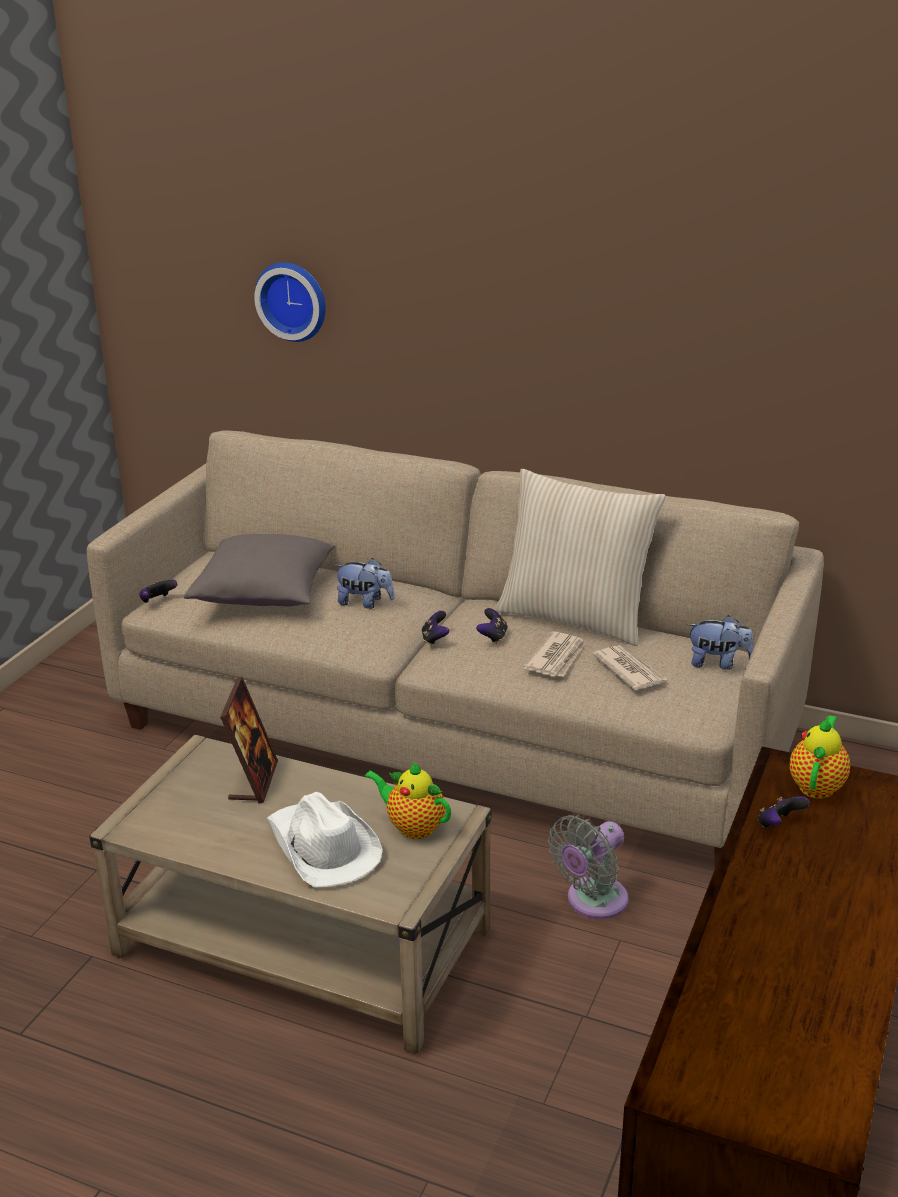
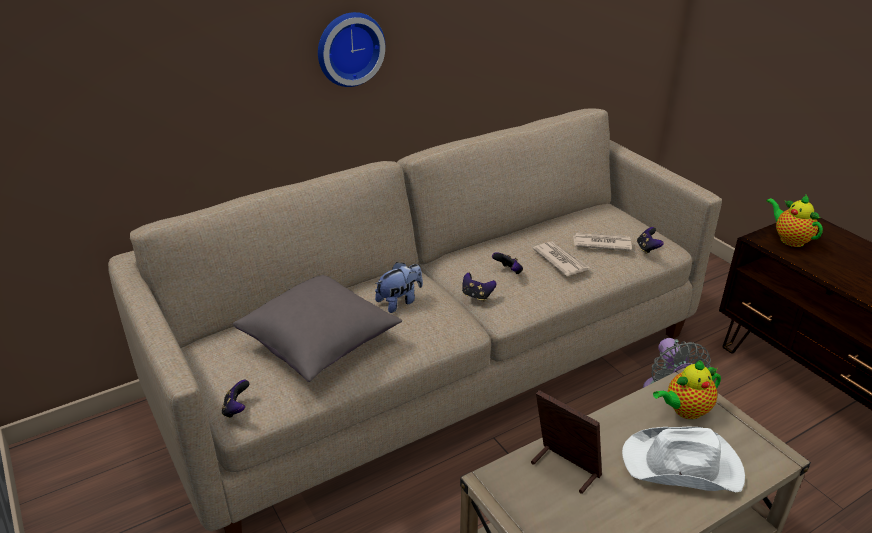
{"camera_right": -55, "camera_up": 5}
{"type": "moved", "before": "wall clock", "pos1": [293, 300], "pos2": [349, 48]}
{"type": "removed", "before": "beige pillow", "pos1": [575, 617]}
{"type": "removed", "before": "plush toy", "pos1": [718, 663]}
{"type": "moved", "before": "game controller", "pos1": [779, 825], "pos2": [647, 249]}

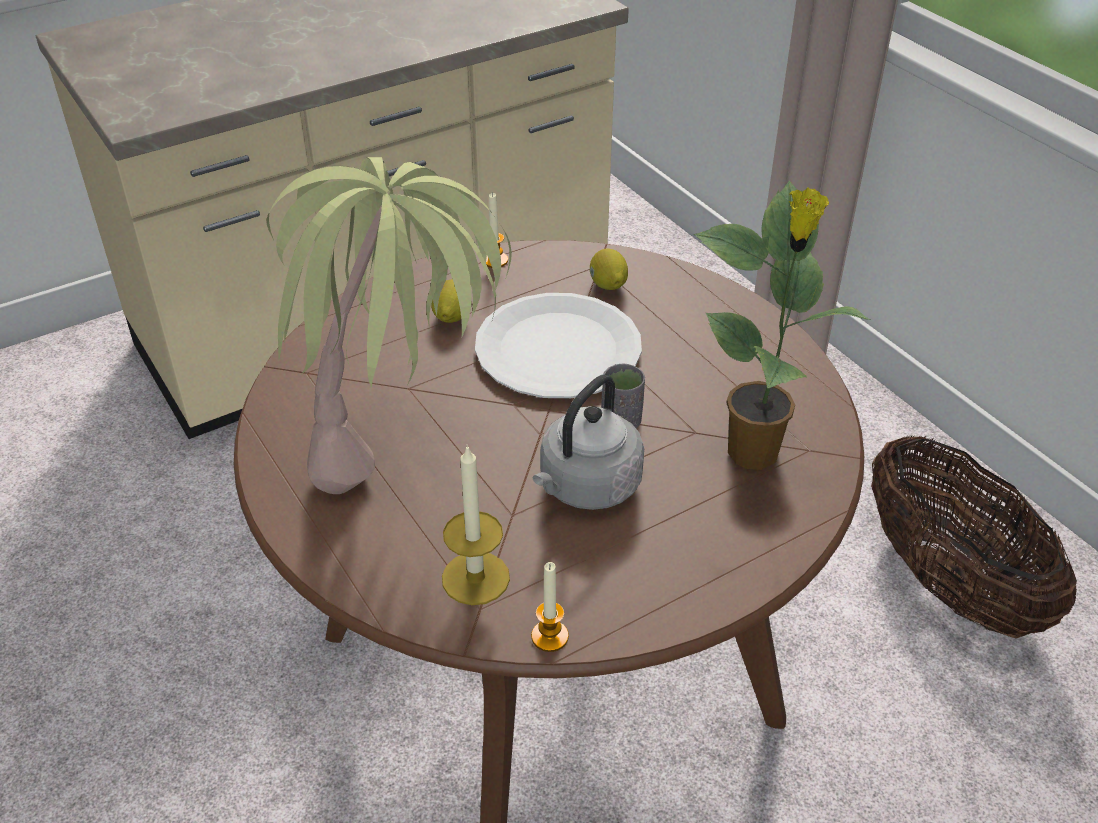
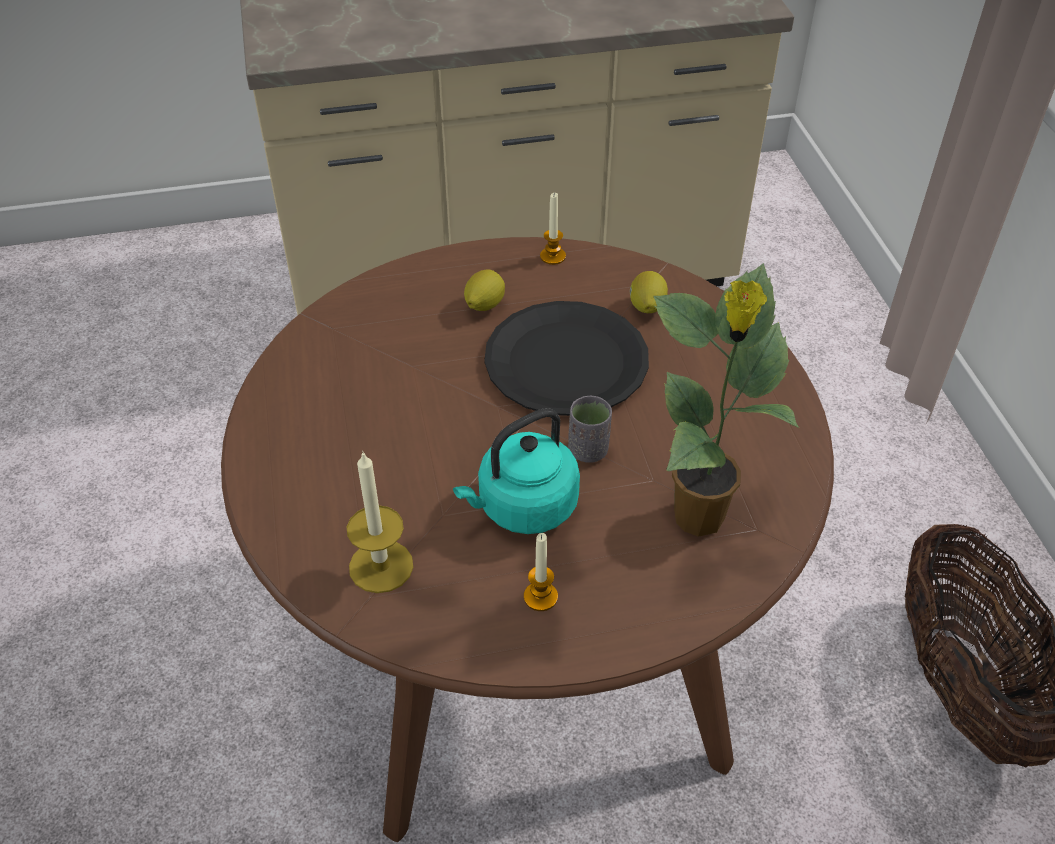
{"camera_right": 20, "camera_up": 5}
{"type": "removed", "before": "potted plant", "pos1": [403, 446]}
{"type": "recoloured", "before": "white plate", "after": "black plate", "pos1": [558, 350], "pos2": [566, 362]}
{"type": "recoloured", "before": "grey kettle", "after": "turquoise kettle", "pos1": [586, 487], "pos2": [523, 507]}
{"type": "moved", "before": "candle", "pos1": [549, 636], "pos2": [540, 597]}

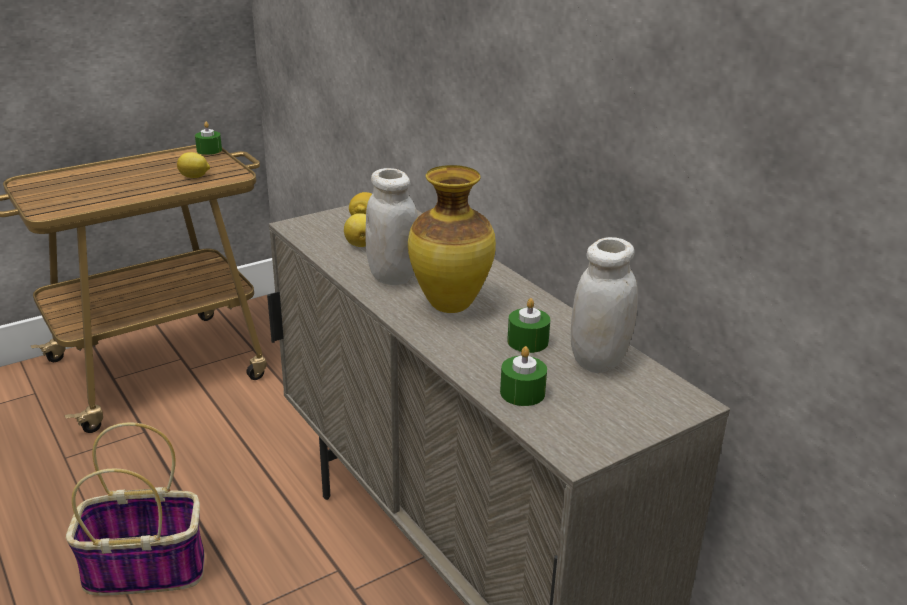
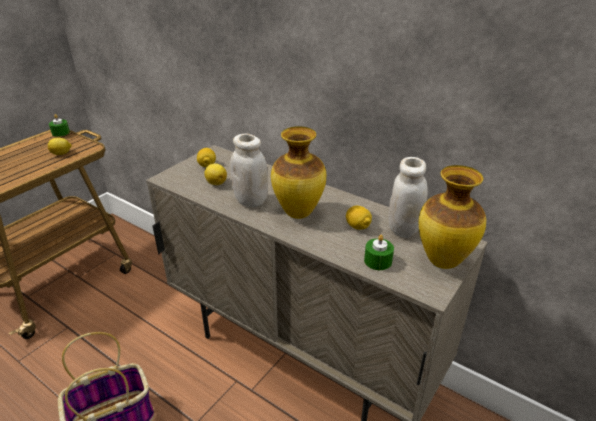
{"camera_right": -20, "camera_up": 5}
{"type": "replaced", "before": "green candle", "after": "lemon", "pos1": [527, 341], "pos2": [358, 226]}
{"type": "added", "after": "vase", "pos2": [442, 261]}

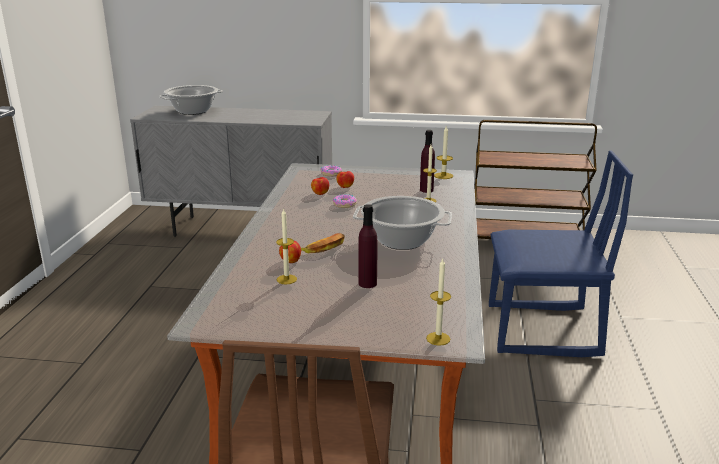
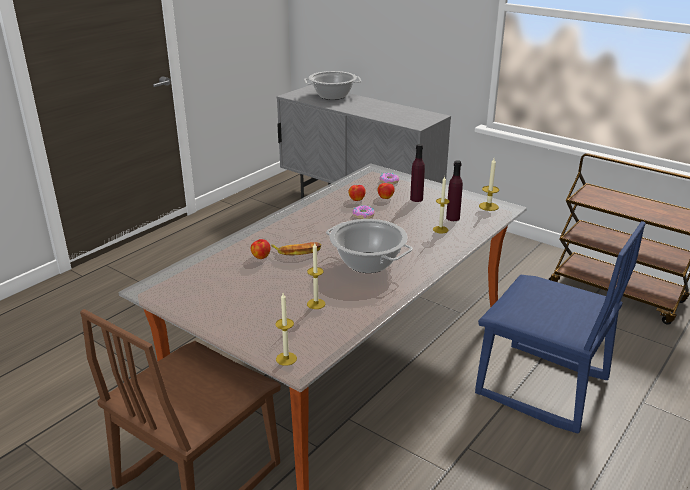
{"camera_right": 30, "camera_up": 5}
{"type": "moved", "before": "purple bottle", "pos1": [367, 283], "pos2": [416, 199]}
{"type": "moved", "before": "candle", "pos1": [286, 279], "pos2": [316, 304]}

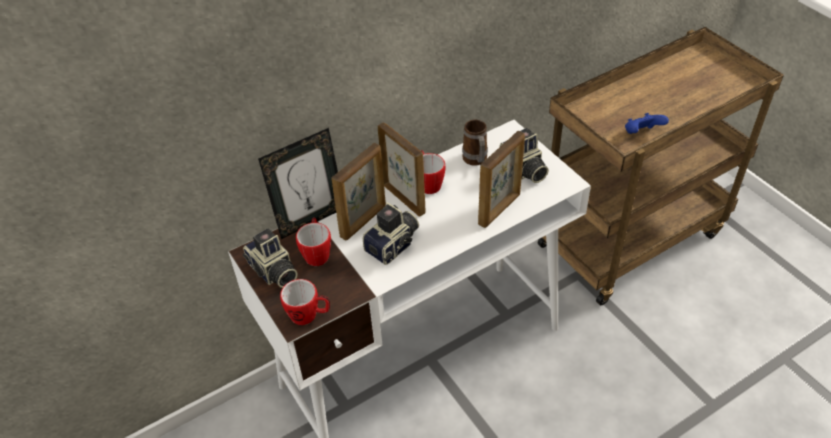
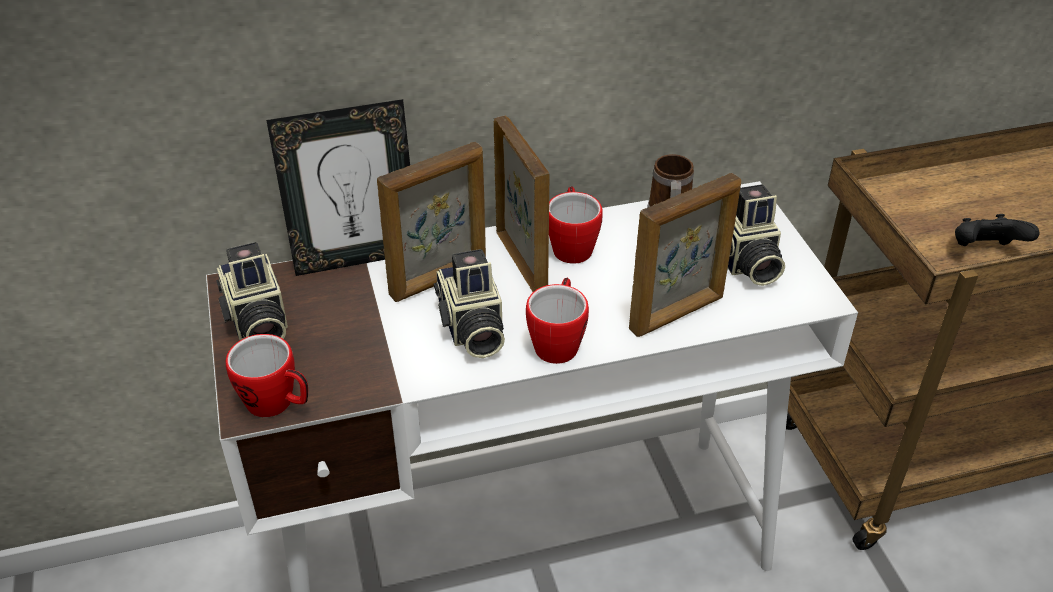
{"camera_right": 15, "camera_up": -5}
{"type": "recoloured", "before": "blue game controller", "after": "black game controller", "pos1": [641, 134], "pos2": [984, 251]}
{"type": "turned", "before": "photo camera", "pos1": [394, 245], "pos2": [471, 329], "turn": 105}
{"type": "moved", "before": "mug", "pos1": [317, 253], "pos2": [558, 342]}

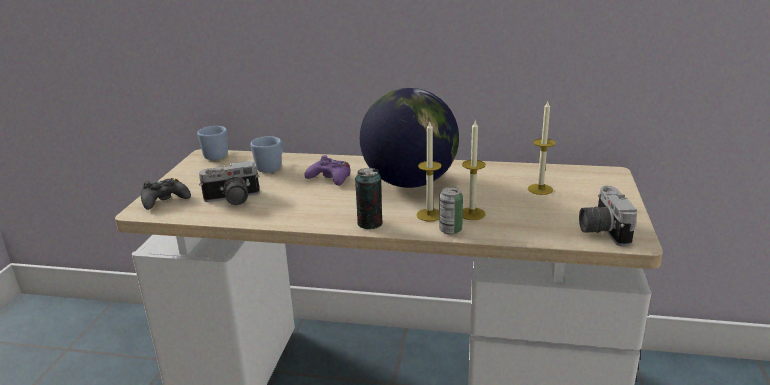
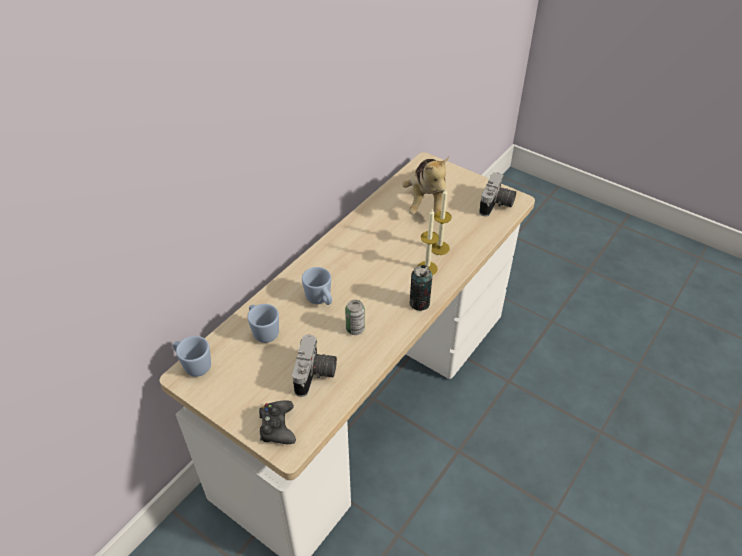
{"camera_right": -65, "camera_up": 20}
{"type": "removed", "before": "globe", "pos1": [409, 183]}
{"type": "replaced", "before": "candle", "after": "plush toy", "pos1": [540, 189], "pos2": [426, 202]}
{"type": "replaced", "before": "purple game controller", "after": "blue mug", "pos1": [330, 178], "pos2": [320, 300]}
{"type": "turned", "before": "photo camera", "pos1": [601, 230], "pos2": [497, 205], "turn": -90}
{"type": "moved", "before": "can", "pos1": [450, 230], "pos2": [355, 329]}

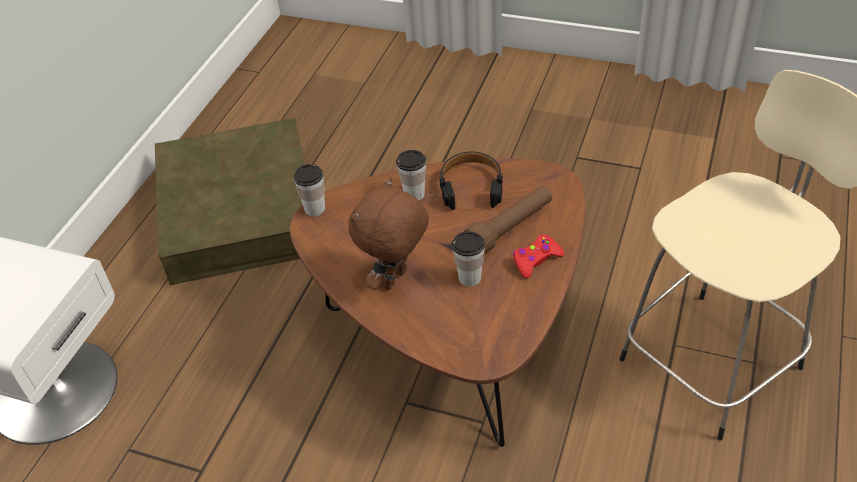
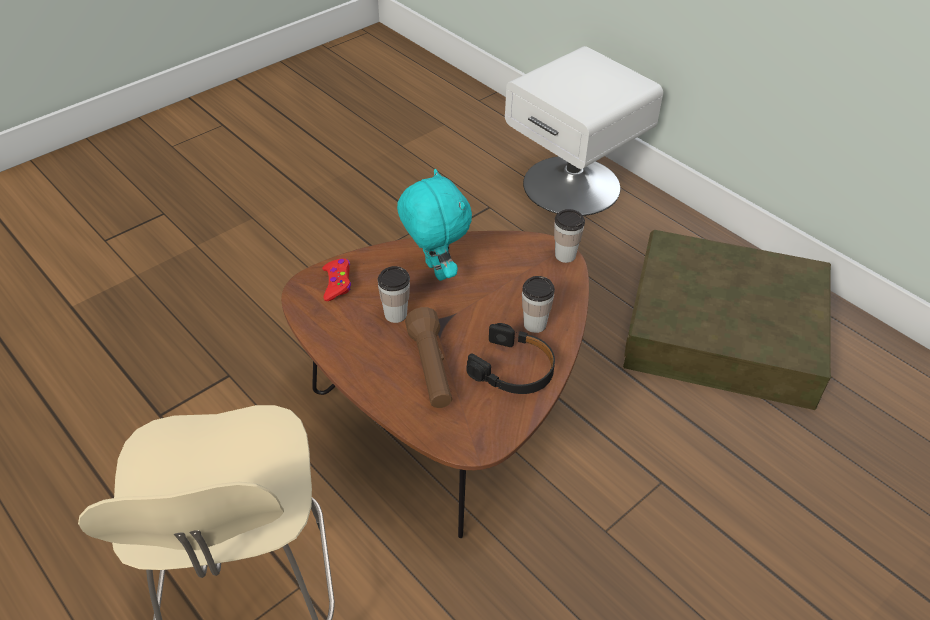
{"camera_right": 115, "camera_up": 0}
{"type": "recoloured", "before": "brown plush toy", "after": "turquoise plush toy", "pos1": [395, 280], "pos2": [434, 271]}
{"type": "moved", "before": "red game controller", "pos1": [536, 260], "pos2": [337, 283]}

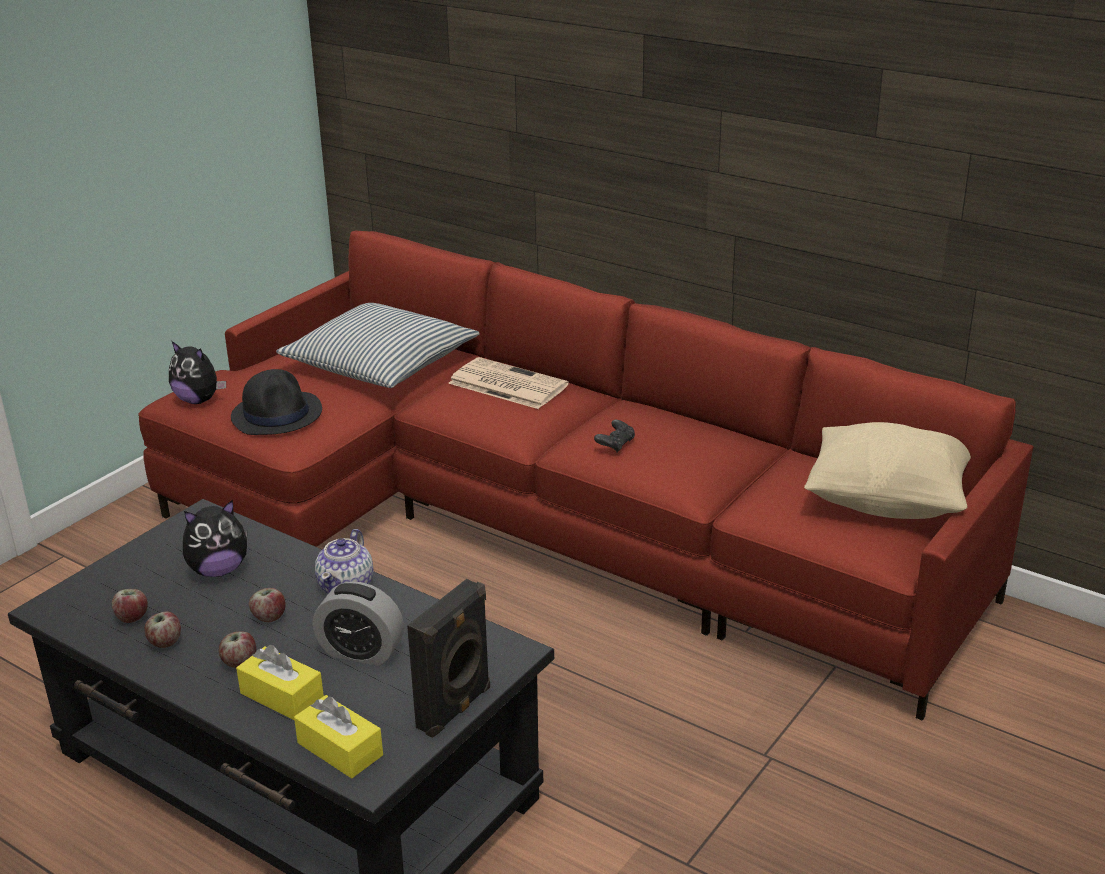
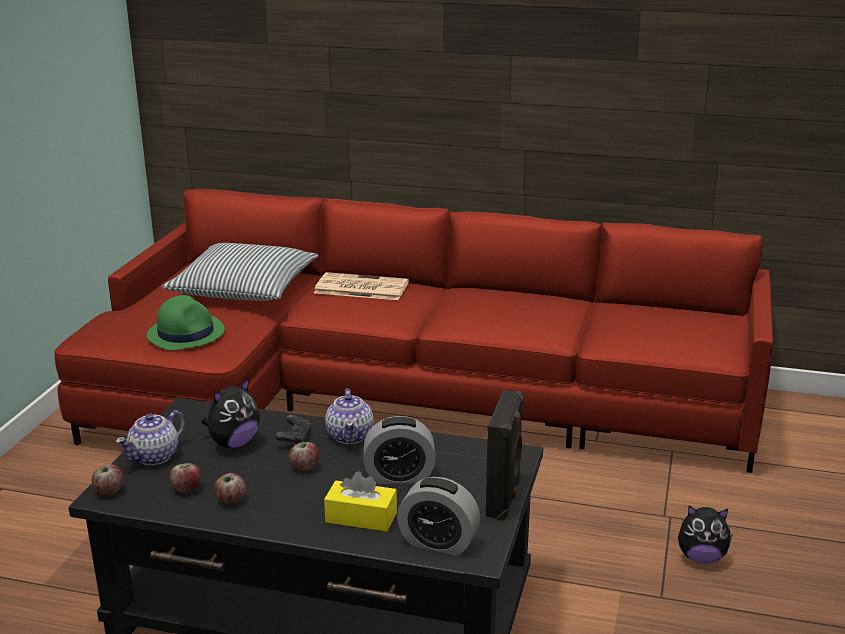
{"camera_right": -20, "camera_up": -5}
{"type": "moved", "before": "plush toy", "pos1": [199, 400], "pos2": [701, 557]}
{"type": "recoloured", "before": "black hat", "after": "green hat", "pos1": [277, 414], "pos2": [186, 333]}
{"type": "moved", "before": "black game controller", "pos1": [615, 444], "pos2": [295, 439]}
{"type": "removed", "before": "beige pillow", "pos1": [888, 502]}
{"type": "moved", "before": "apple", "pos1": [239, 662], "pos2": [109, 491]}
{"type": "replaced", "before": "yellow tissue box", "after": "alarm clock", "pos1": [340, 749], "pos2": [438, 542]}
{"type": "added", "after": "teapot", "pos2": [155, 456]}

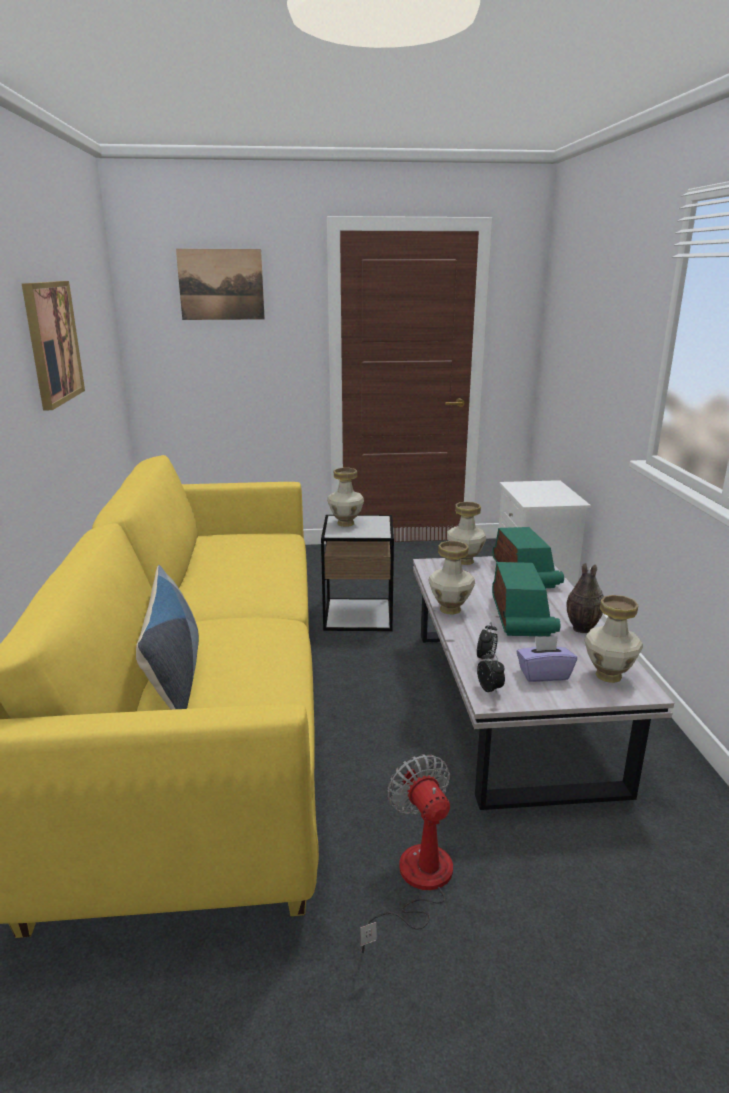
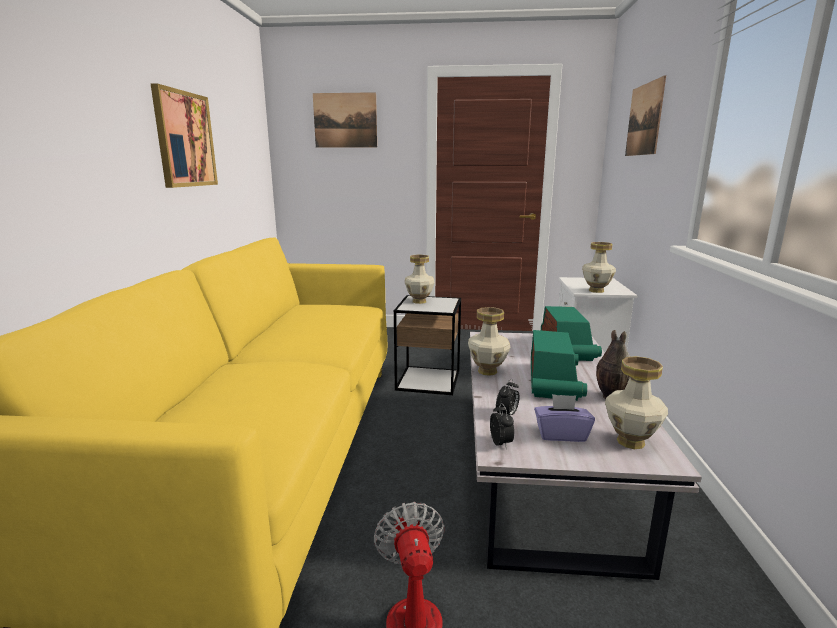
{"camera_right": 10, "camera_up": -5}
{"type": "moved", "before": "vase", "pos1": [465, 561], "pos2": [596, 290]}
{"type": "removed", "before": "pillow", "pos1": [174, 675]}
{"type": "added", "after": "picture", "pos2": [644, 119]}

